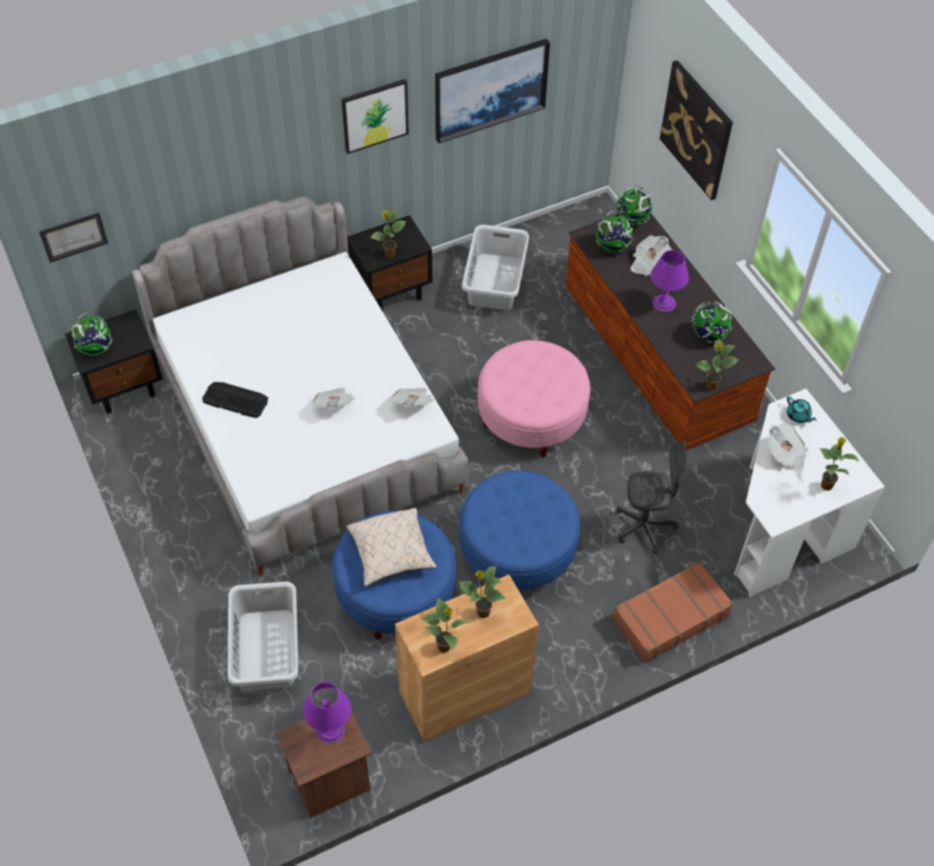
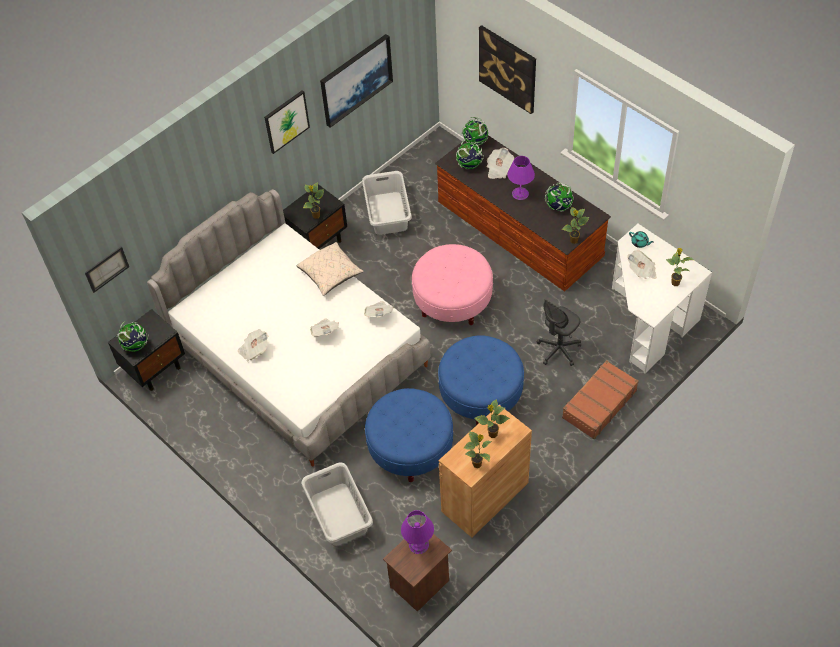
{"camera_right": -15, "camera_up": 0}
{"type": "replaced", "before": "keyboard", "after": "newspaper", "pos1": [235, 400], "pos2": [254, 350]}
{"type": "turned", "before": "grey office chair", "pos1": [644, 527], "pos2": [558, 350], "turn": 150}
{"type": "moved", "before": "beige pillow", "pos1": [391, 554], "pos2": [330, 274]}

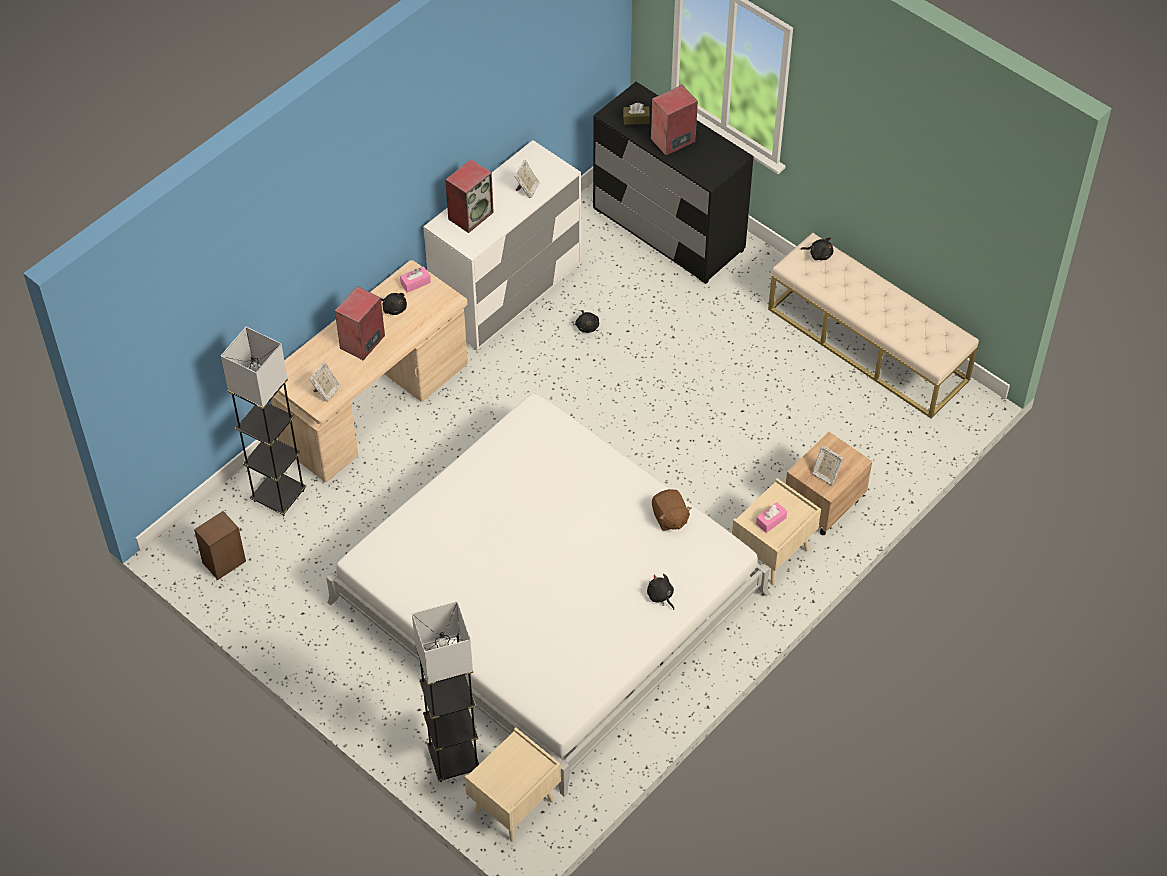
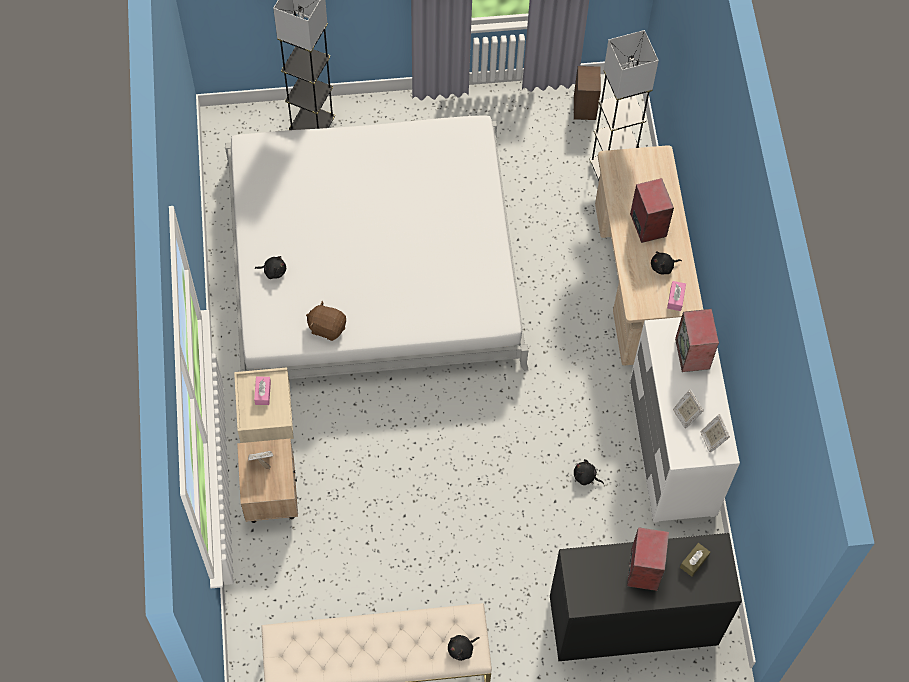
{"camera_right": 130, "camera_up": 10}
{"type": "moved", "before": "picture frame", "pos1": [326, 391], "pos2": [712, 439]}
{"type": "removed", "before": "beige nightstand", "pos1": [514, 807]}

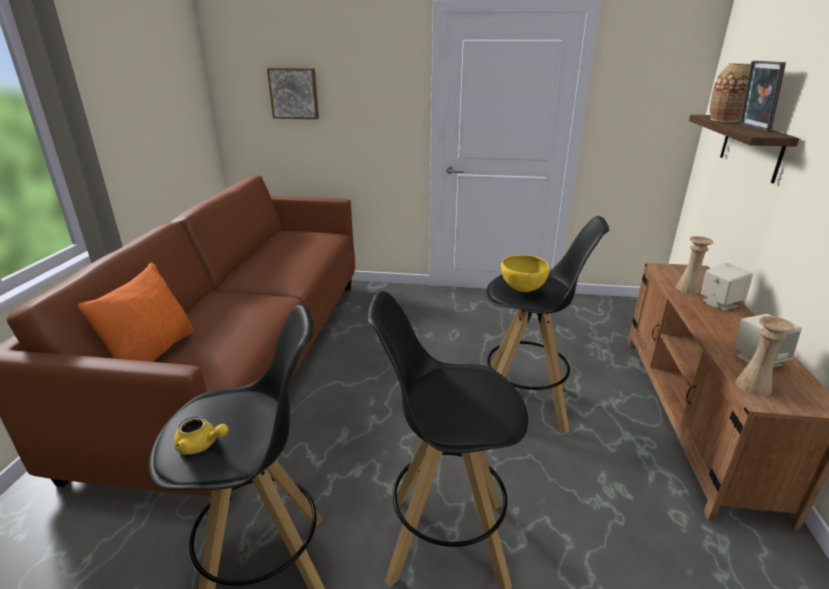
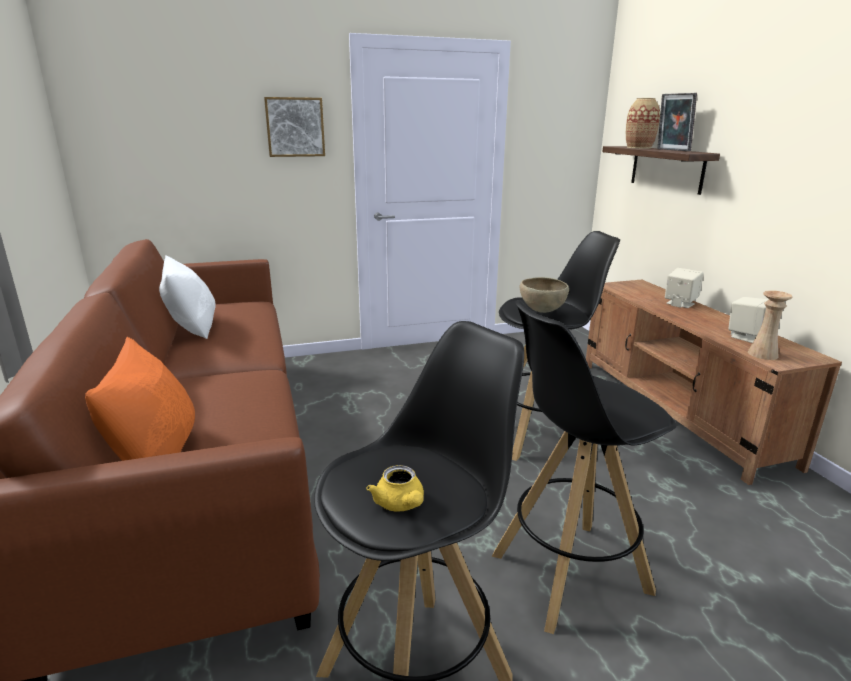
{"camera_right": -25, "camera_up": -5}
{"type": "moved", "before": "picture", "pos1": [294, 93], "pos2": [295, 127]}
{"type": "removed", "before": "beige vase", "pos1": [688, 288]}
{"type": "recoloured", "before": "yellow bowl", "after": "brown bowl", "pos1": [522, 290], "pos2": [541, 312]}
{"type": "turned", "before": "yellow teapot", "pos1": [201, 445], "pos2": [400, 505], "turn": 75}
{"type": "added", "after": "white pillow", "pos2": [192, 328]}

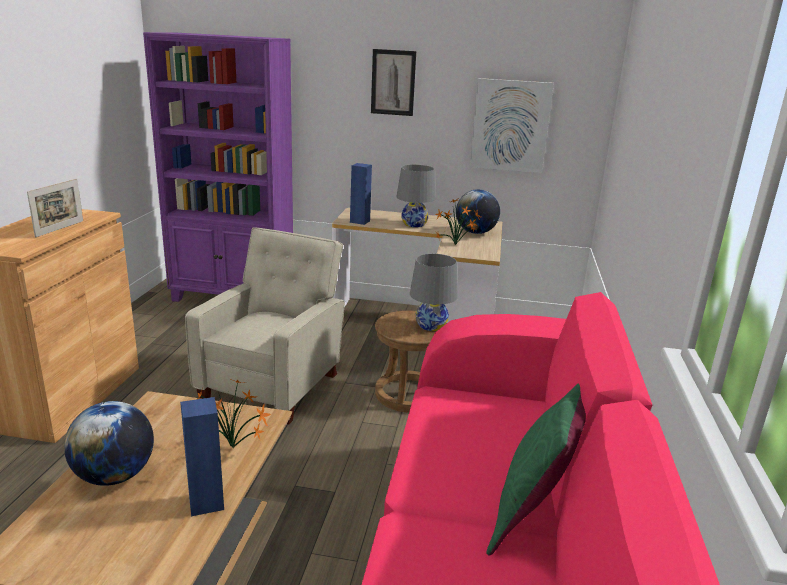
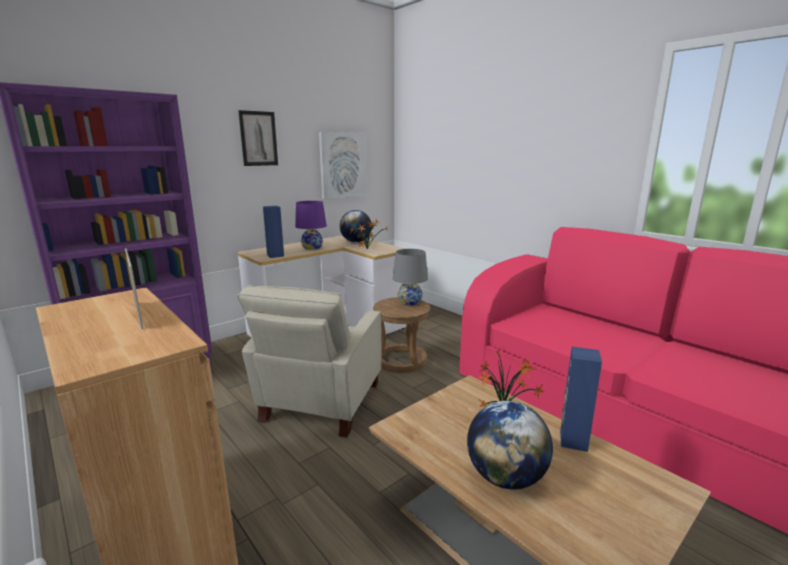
{"camera_right": -50, "camera_up": -5}
{"type": "recoloured", "before": "grey table lamp", "after": "purple table lamp", "pos1": [414, 224], "pos2": [312, 247]}
{"type": "turned", "before": "beige armchair", "pos1": [274, 384], "pos2": [319, 404], "turn": -135}
{"type": "removed", "before": "green pillow", "pos1": [532, 514]}

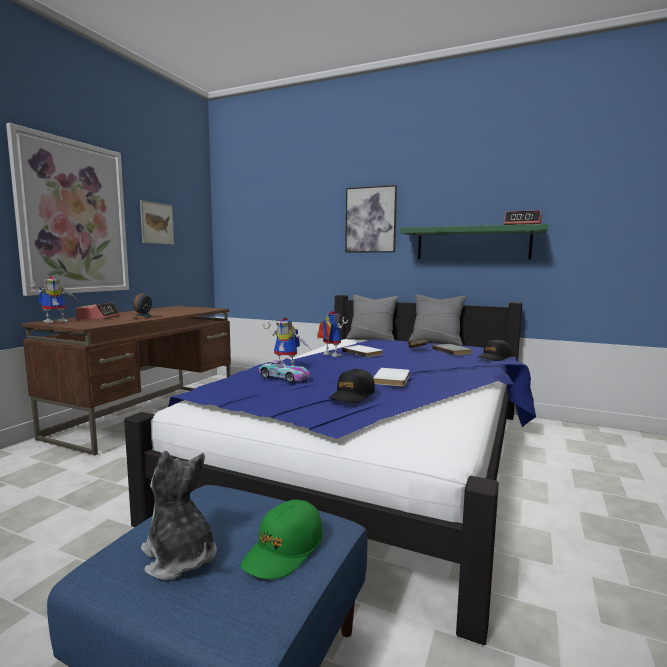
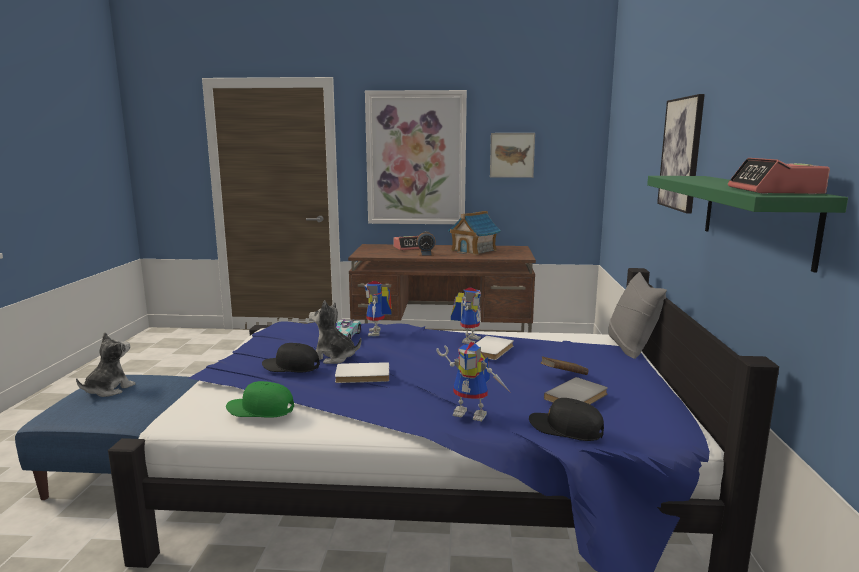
{"camera_right": 70, "camera_up": 5}
{"type": "moved", "before": "toy robot", "pos1": [56, 321], "pos2": [474, 413]}
{"type": "removed", "before": "grey pillow", "pos1": [436, 342]}
{"type": "moved", "before": "green cap", "pos1": [284, 550], "pos2": [260, 410]}
{"type": "added", "after": "toy house", "pos2": [474, 250]}
{"type": "added", "after": "plush toy", "pos2": [333, 357]}

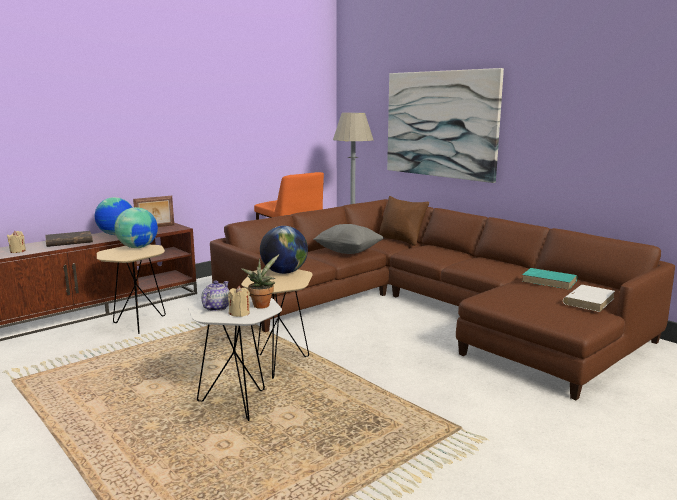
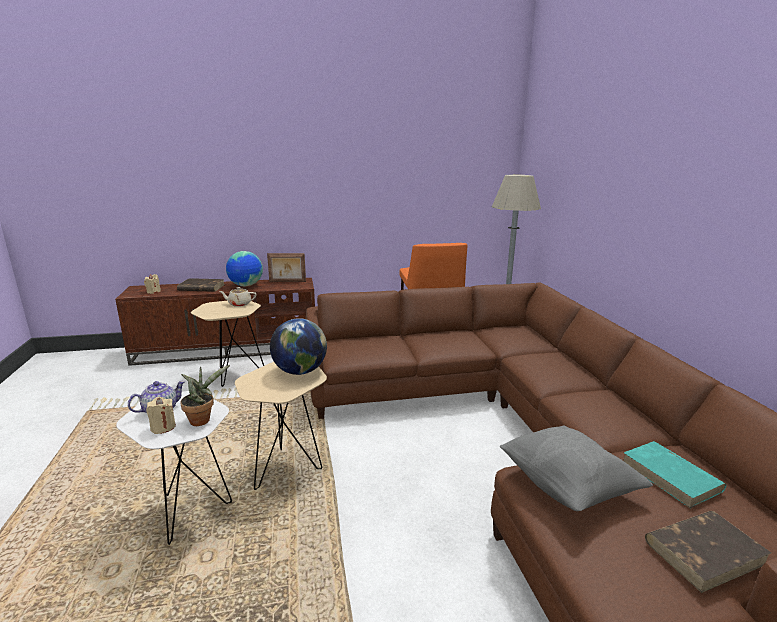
{"camera_right": 30, "camera_up": 5}
{"type": "removed", "before": "picture", "pos1": [440, 124]}
{"type": "removed", "before": "brown pillow", "pos1": [401, 240]}
{"type": "replaced", "before": "globe", "after": "beige teapot", "pos1": [138, 247], "pos2": [239, 304]}
{"type": "moved", "before": "grey pillow", "pos1": [348, 252], "pos2": [567, 487]}
{"type": "recoloured", "before": "white book", "after": "brown book", "pos1": [589, 301], "pos2": [704, 552]}

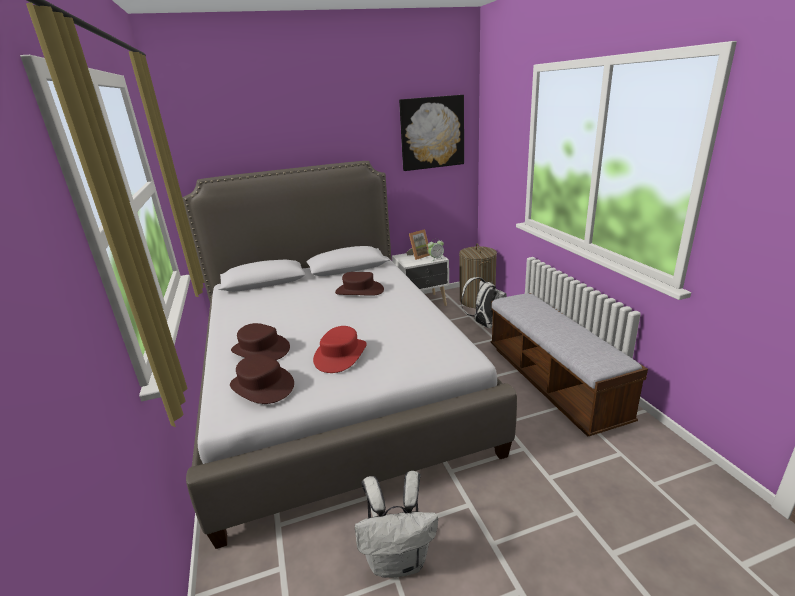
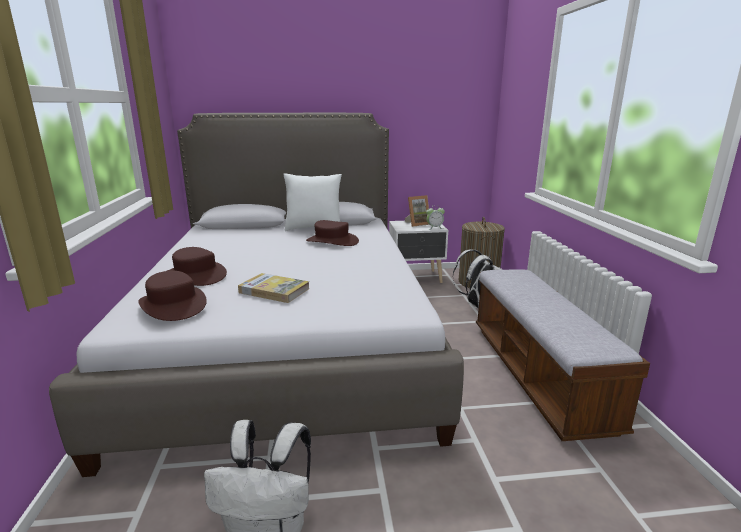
{"camera_right": 10, "camera_up": -5}
{"type": "removed", "before": "picture", "pos1": [432, 133]}
{"type": "replaced", "before": "red hat", "after": "book", "pos1": [340, 355], "pos2": [274, 290]}
{"type": "added", "after": "white pillow", "pos2": [313, 228]}

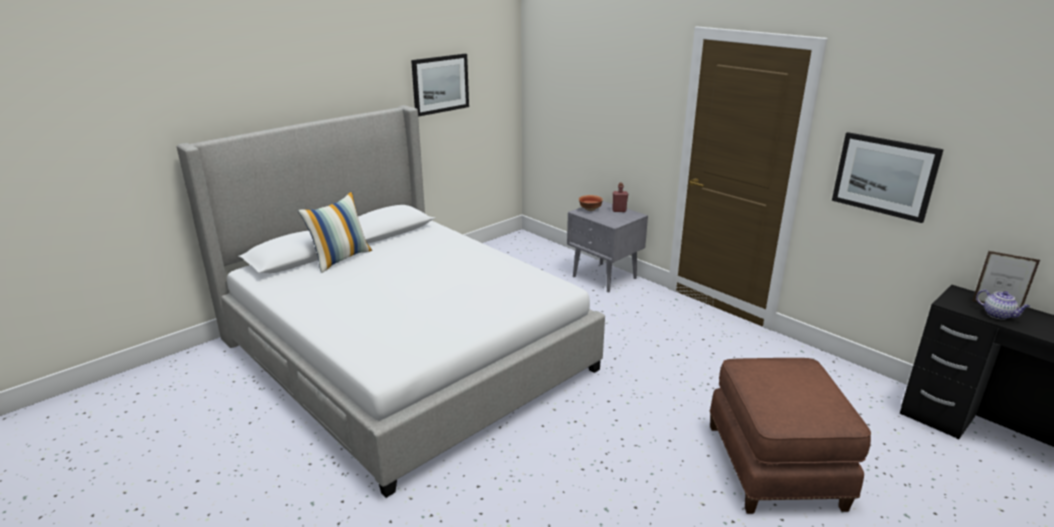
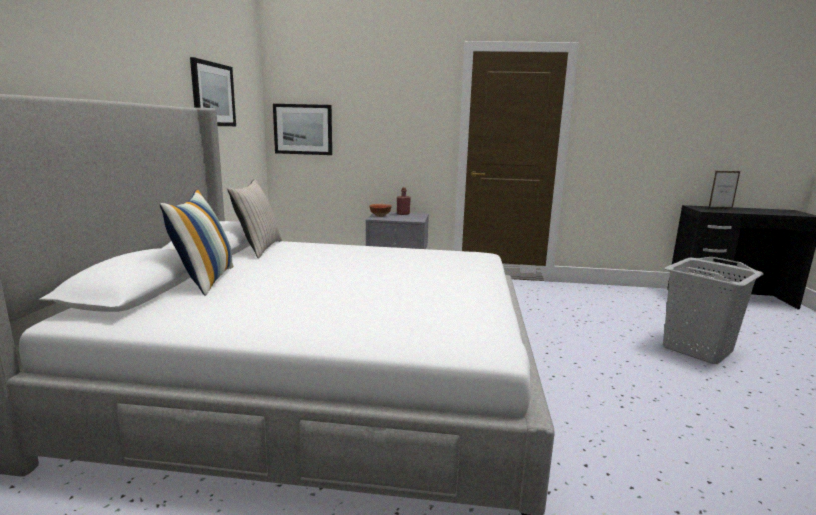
{"camera_right": -40, "camera_up": -10}
{"type": "moved", "before": "picture", "pos1": [884, 176], "pos2": [303, 129]}
{"type": "removed", "before": "teapot", "pos1": [998, 315]}
{"type": "replaced", "before": "brown ottoman", "after": "grey laundry basket", "pos1": [776, 465], "pos2": [698, 349]}
{"type": "added", "after": "beige pillow", "pos2": [258, 249]}

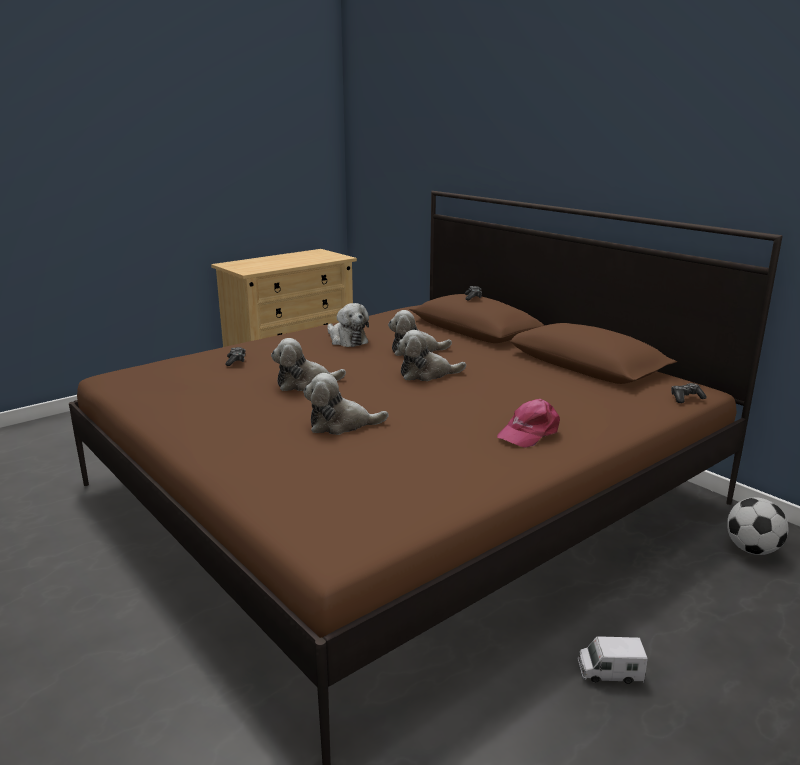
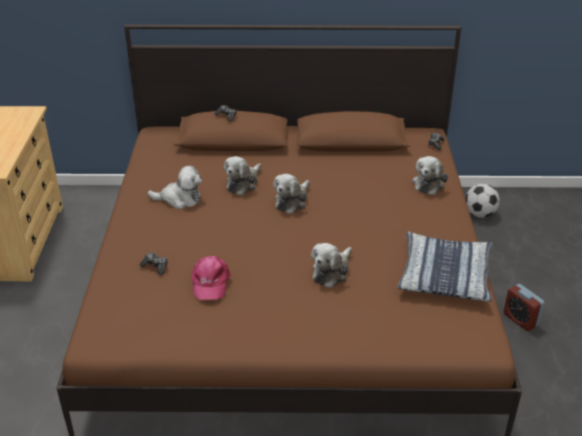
{"camera_right": -50, "camera_up": 15}
{"type": "moved", "before": "plush toy", "pos1": [305, 383], "pos2": [429, 183]}
{"type": "moved", "before": "pink cap", "pos1": [529, 433], "pos2": [210, 282]}
{"type": "replaced", "before": "toy truck", "after": "alarm clock", "pos1": [609, 672], "pos2": [520, 319]}
{"type": "added", "after": "pillow", "pos2": [445, 275]}

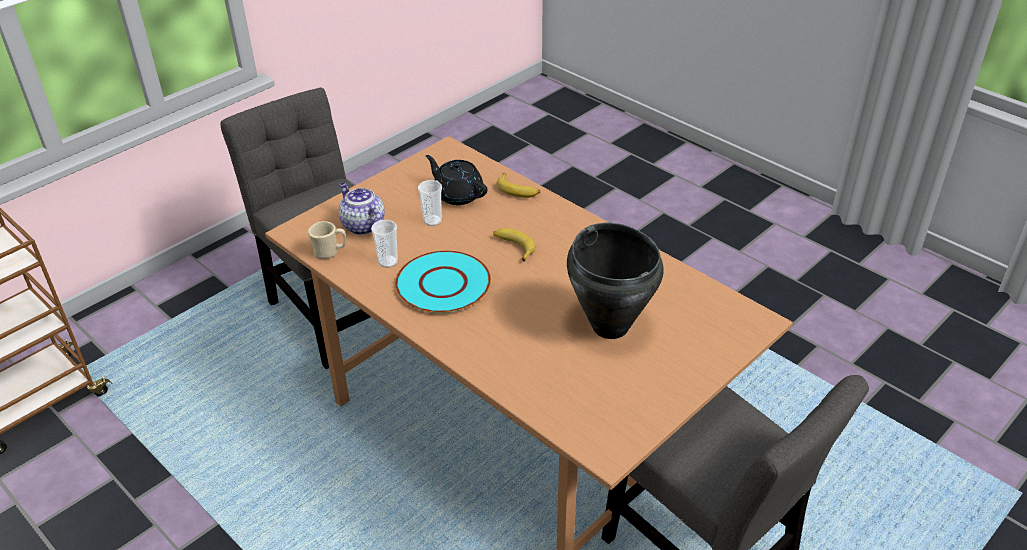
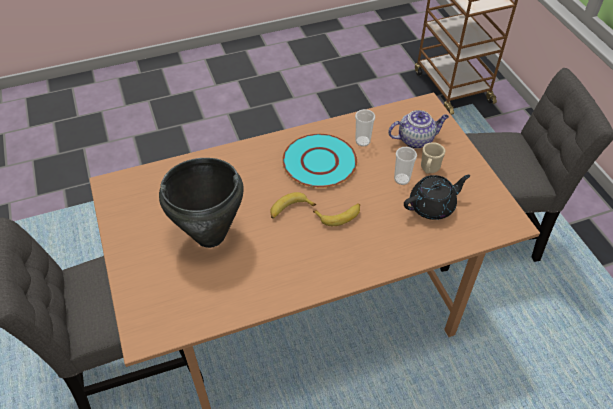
{"camera_right": 115, "camera_up": 10}
{"type": "moved", "before": "banana", "pos1": [518, 190], "pos2": [290, 209]}
{"type": "moved", "before": "beige mug", "pos1": [330, 252], "pos2": [429, 169]}

